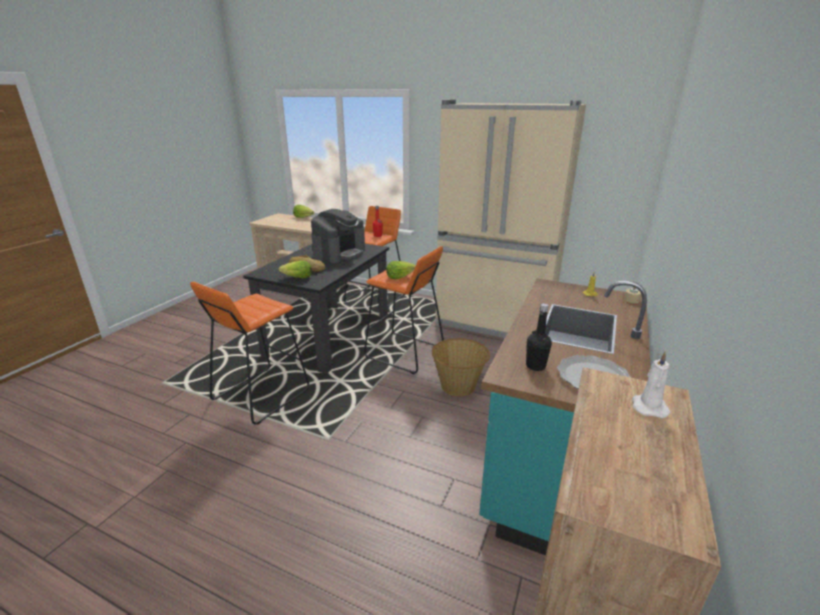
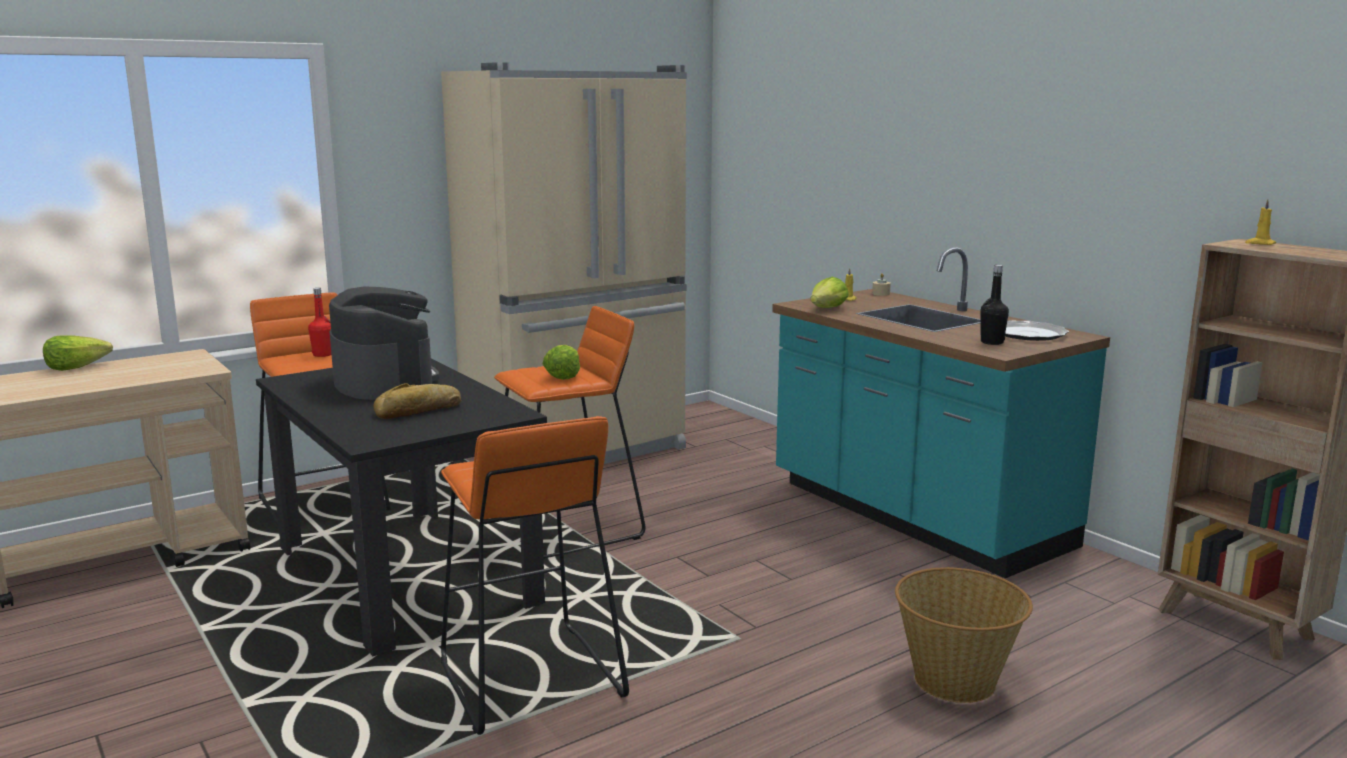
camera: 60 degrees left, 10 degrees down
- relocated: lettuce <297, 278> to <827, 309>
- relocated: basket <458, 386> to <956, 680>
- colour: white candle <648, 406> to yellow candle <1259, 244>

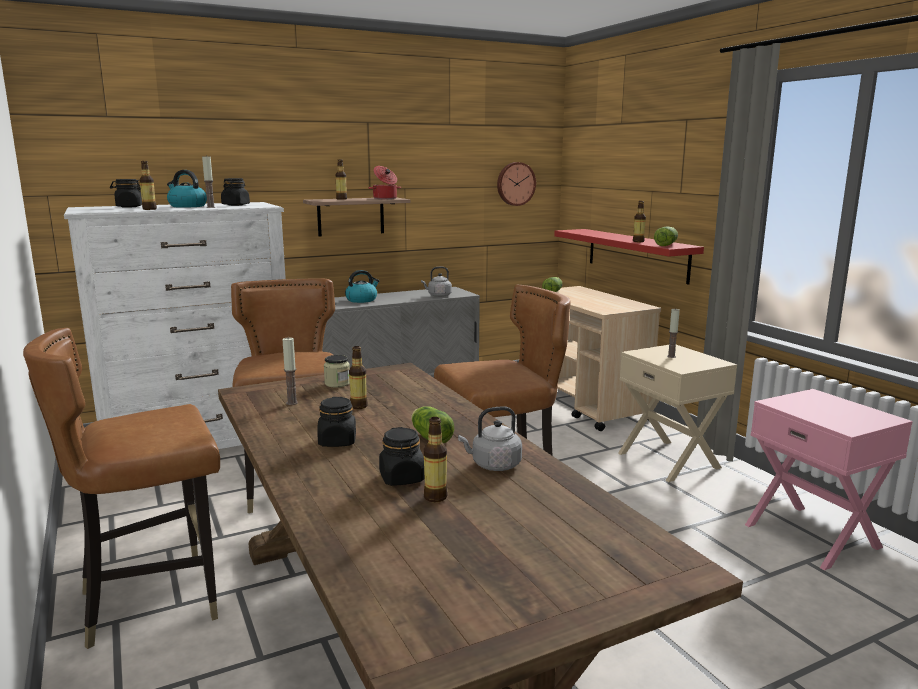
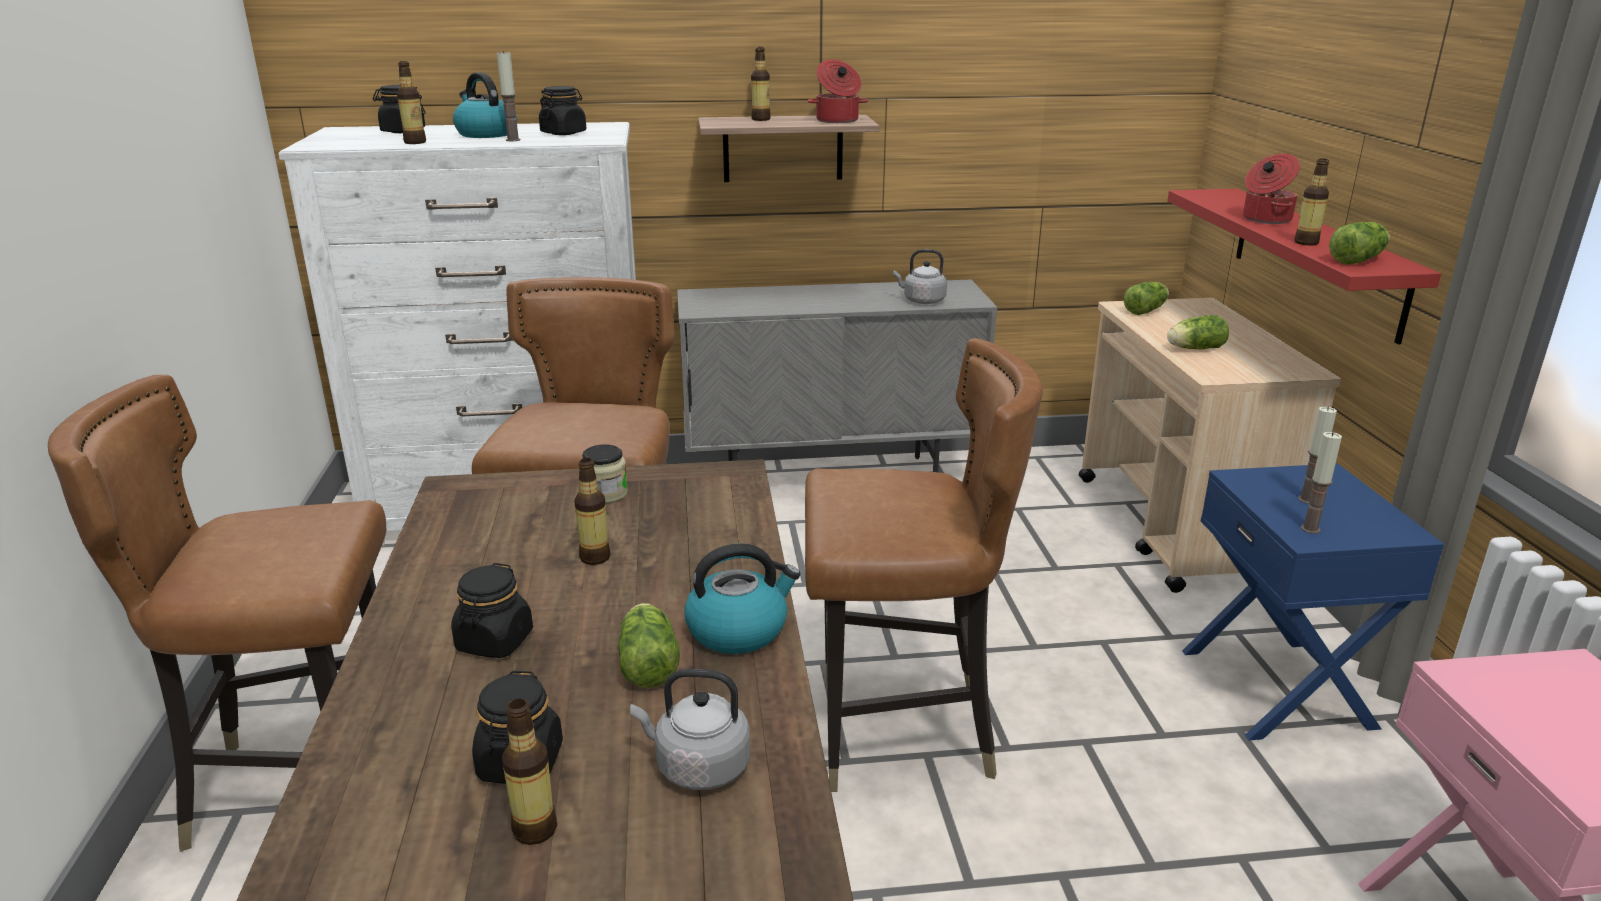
camera: 20 degrees right, 10 degrees up
- missing: wall clock <515, 184>
- relocated: kettle <362, 300> to <738, 629>
- relocated: candle <292, 403> to <1310, 529>
- colour: beige nightstand <669, 460> to blue nightstand <1279, 687>
- appeared: cooking pot <1265, 219>
- appeared: lettuce <1193, 349>

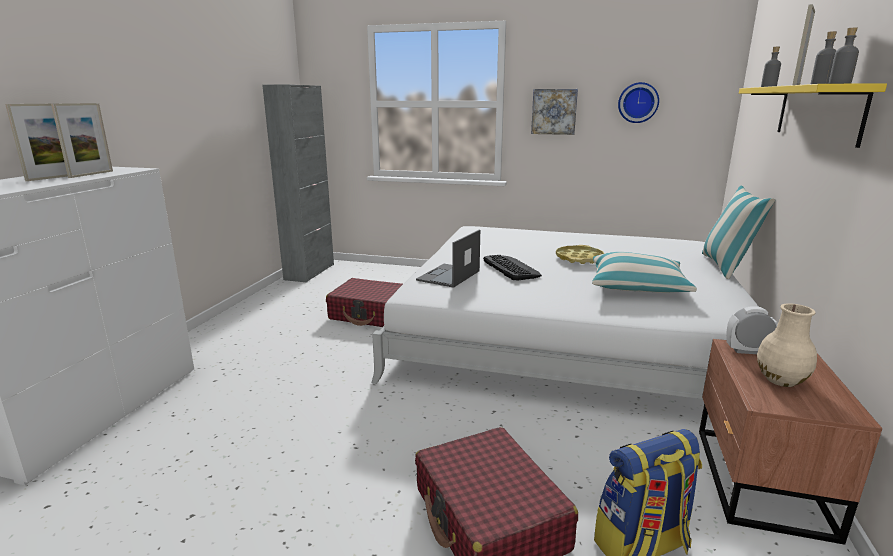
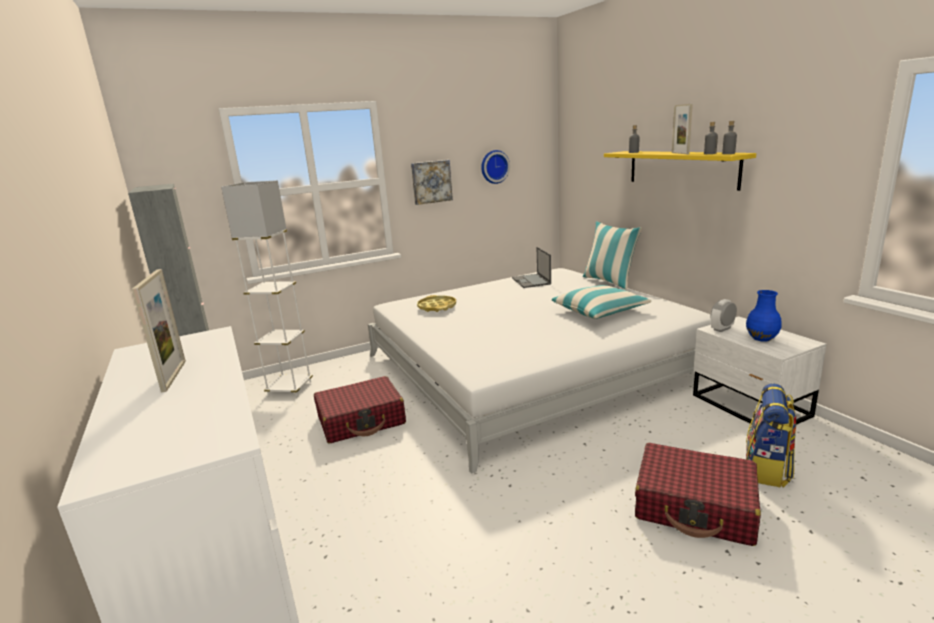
camera: 40 degrees left, 0 degrees up
- missing: picture frame <91, 174>
- relocated: laptop <448, 276> to <531, 281>
- relocated: yellow tray <579, 258> to <437, 307>
- missing: keyboard <511, 268>
- colour: beige vase <781, 380> to blue vase <762, 338>
- colour: brown nightstand <758, 481> to white nightstand <750, 407>
- appeared: white floor lamp <290, 388>

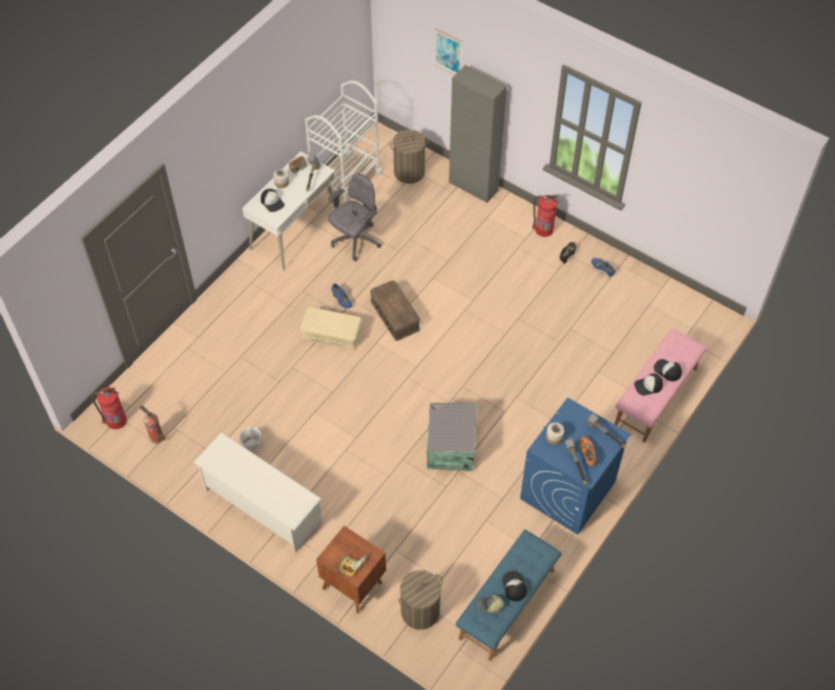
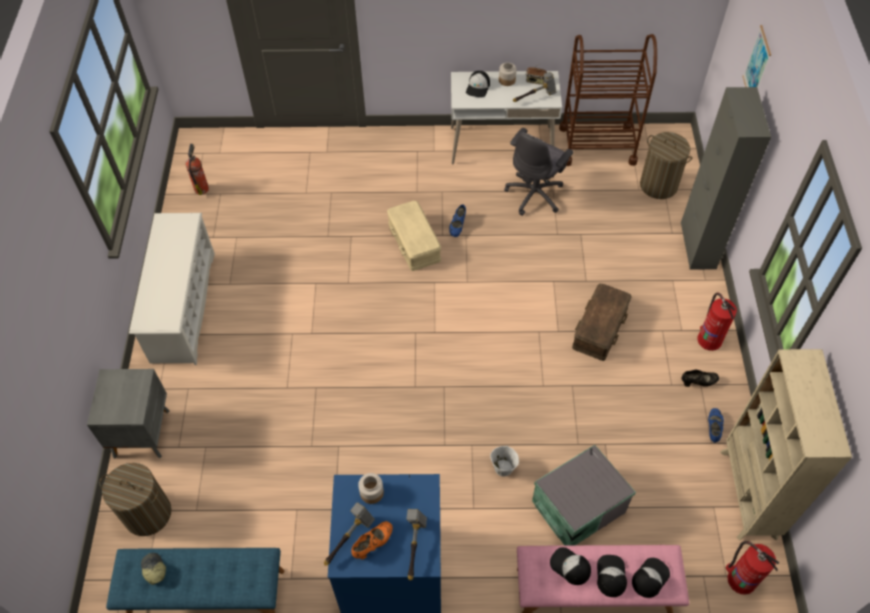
camera: 55 degrees right, 0 degrees up
- colour: white cart <345, 180> to brown cart <597, 145>
- spun: grey office chair <355, 241> = <535, 194> 120 degrees clockwise
- relocated: brown storage box <395, 315> to <600, 328>
- relocated: fire extinguisher <115, 420> to <741, 579>
- relocated: grey storage box <450, 446> to <576, 506>
- relocated: white bucket <251, 445> to <503, 467>
- colour: brown nightstand <352, 584> to grey nightstand <143, 432>
- missing: power drill <351, 562>
- relocated: cap <514, 586> to <650, 577>
- appeared: beige bookcase <748, 494>

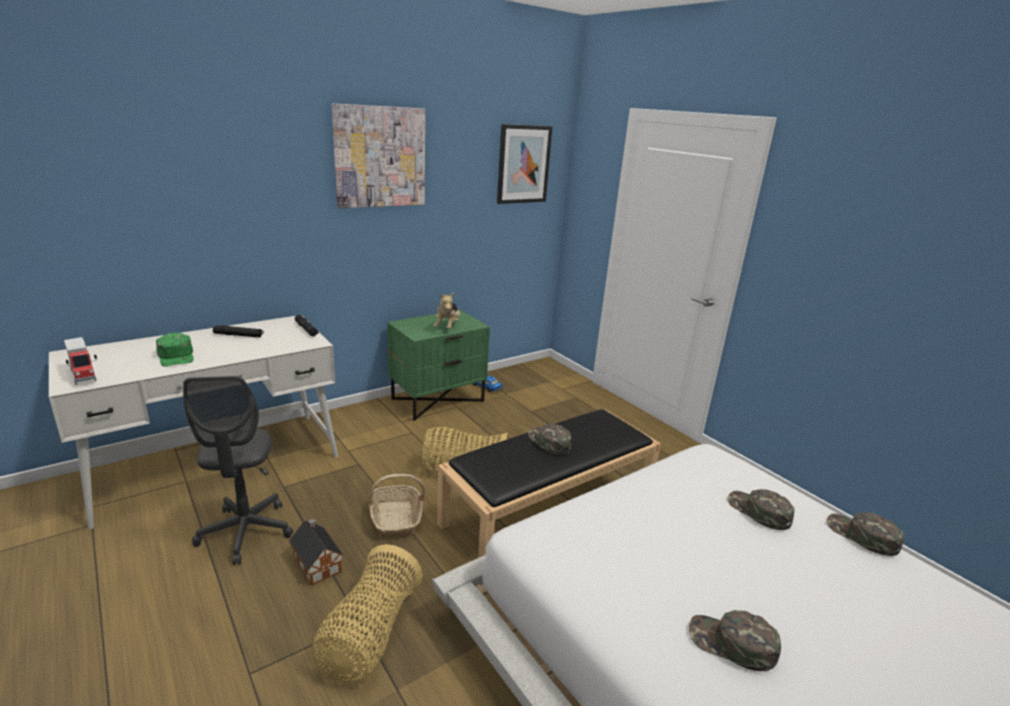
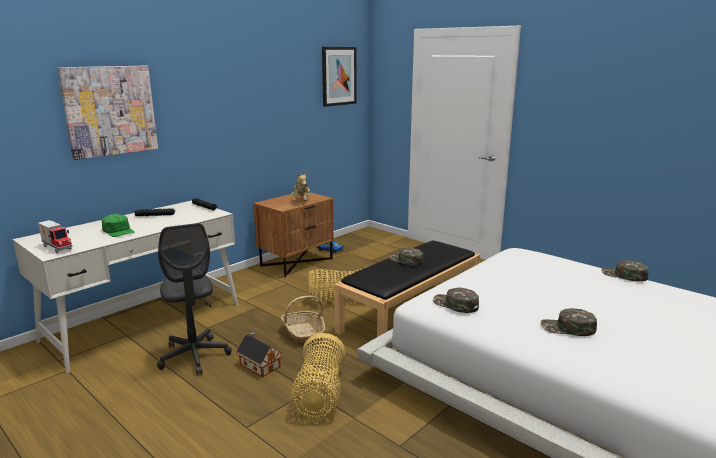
camera: 10 degrees left, 5 degrees down
- relocated: picture <380, 157> to <110, 111>
- colour: green nightstand <437, 399> to brown nightstand <296, 262>
- relocated: green cap <758, 511> to <455, 304>

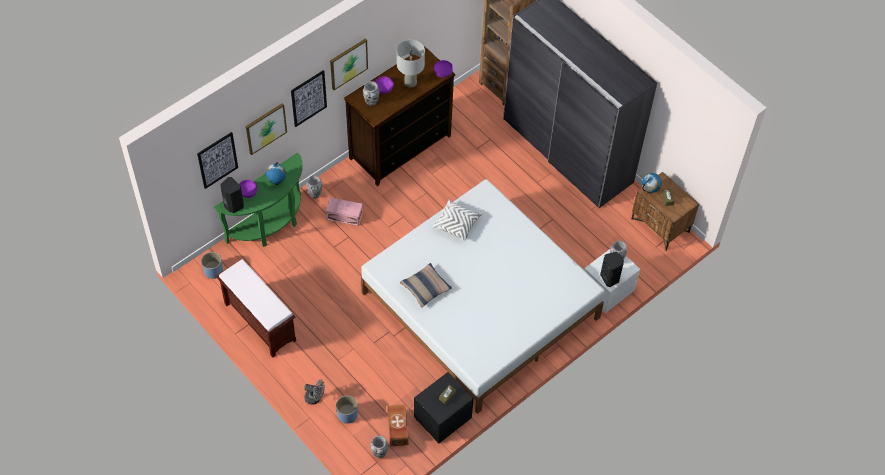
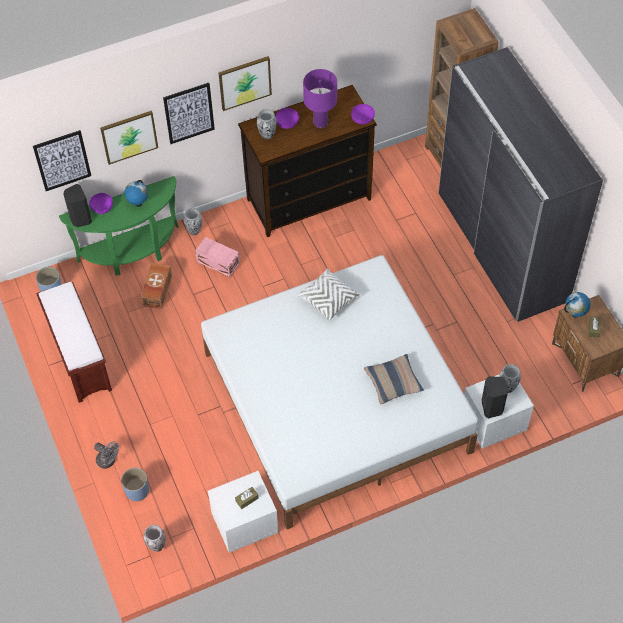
camera: 20 degrees right, 0 degrees up
- colour: grey table lamp <410, 83> to purple table lamp <320, 123>
- relocated: pillow <425, 288> to <393, 382>
- colour: black nightstand <442, 418> to white nightstand <244, 524>
- relocated: brown storage box <397, 429> to <157, 291>

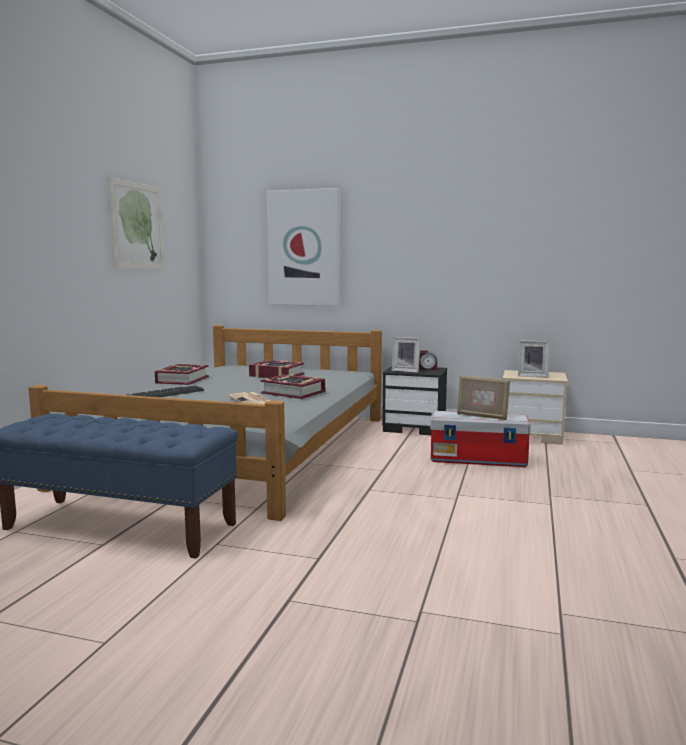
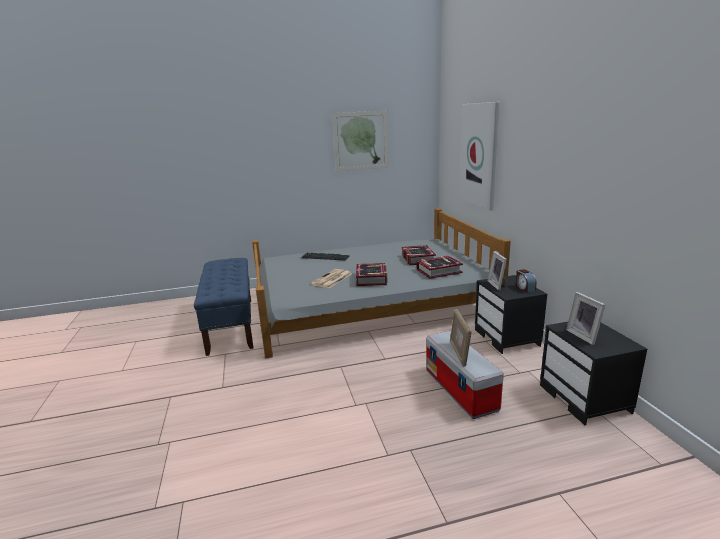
camera: 60 degrees right, 10 degrees up
- relocated: book <182, 380> to <439, 271>
- colour: beige nightstand <532, 435> to black nightstand <585, 399>

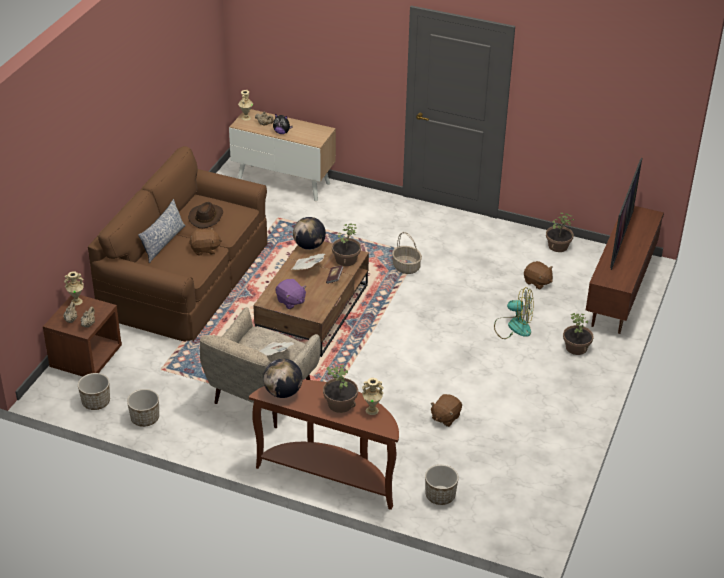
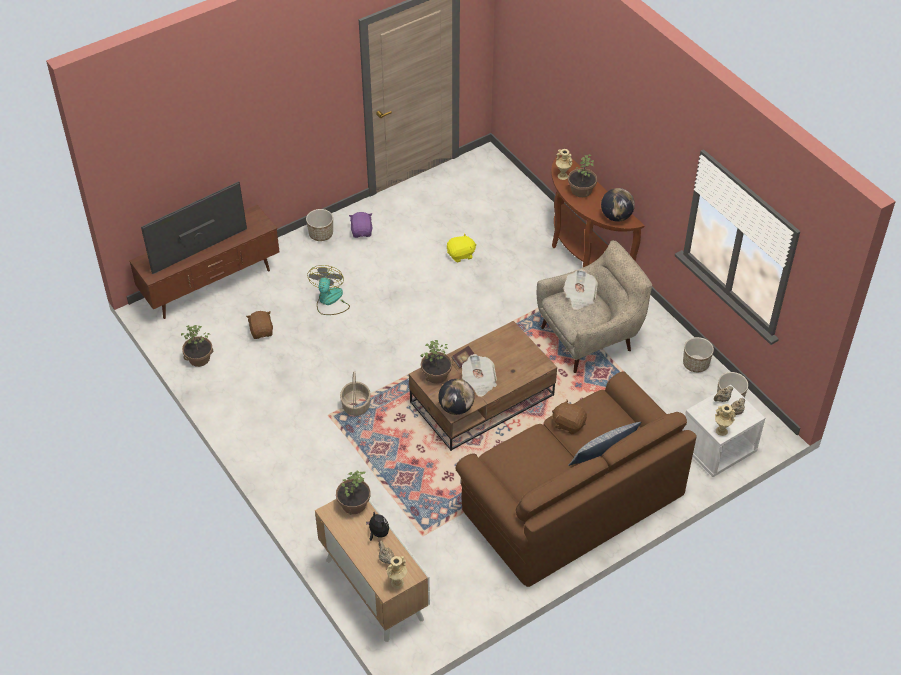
camera: 145 degrees left, 10 degrees up
- missing: brown hat <206, 217>
- relocated: purple plush toy <290, 301> to <362, 231>
- spun: fan <513, 326> = <329, 301> 45 degrees clockwise
- colour: brown nightstand <86, 358> to white nightstand <717, 449>
- relocated: potted plant <576, 348> to <353, 504>
- colour: brown plush toy <445, 417> to yellow plush toy <461, 255>
- relocated: planter <440, 496> to <321, 234>

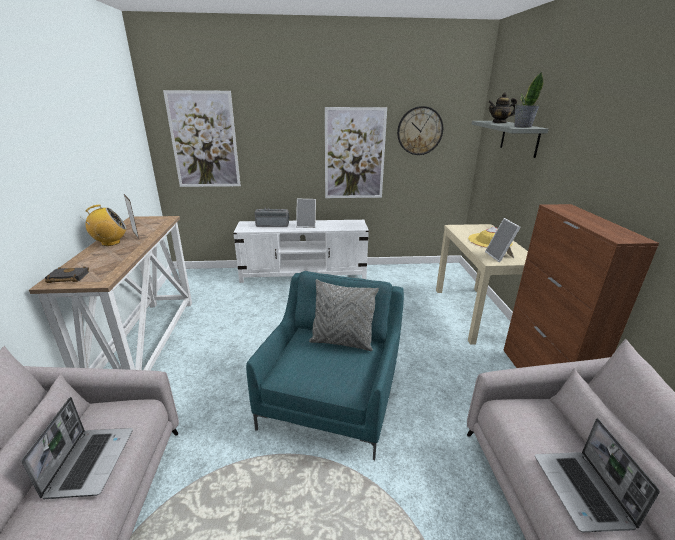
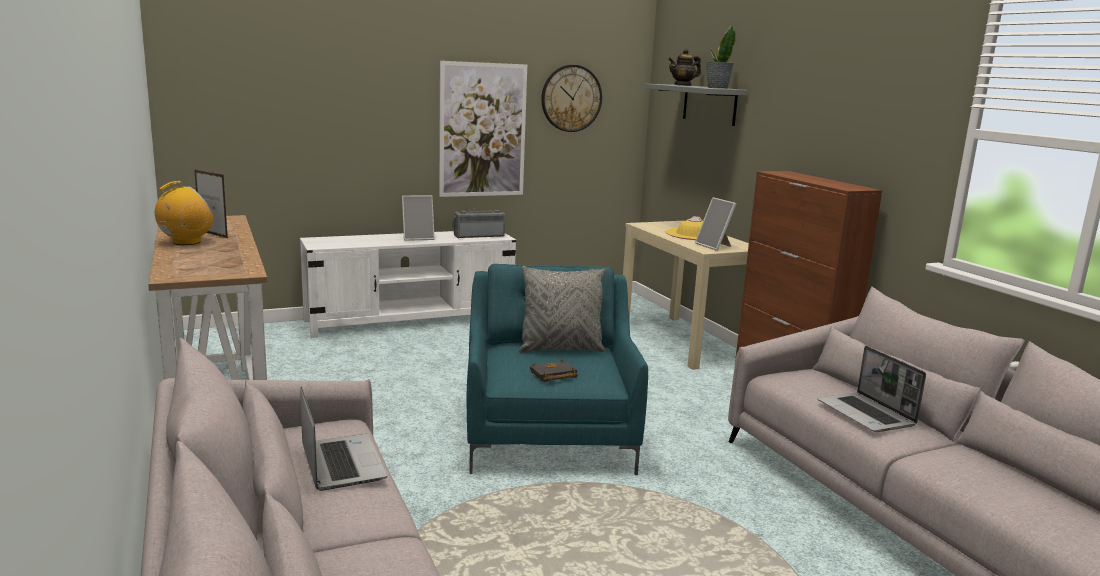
camera: 20 degrees left, 10 degrees down
- missing: picture <204, 140>
- relocated: radio <272, 225> to <478, 235>
- relocated: black book <67, 278> to <553, 376>

